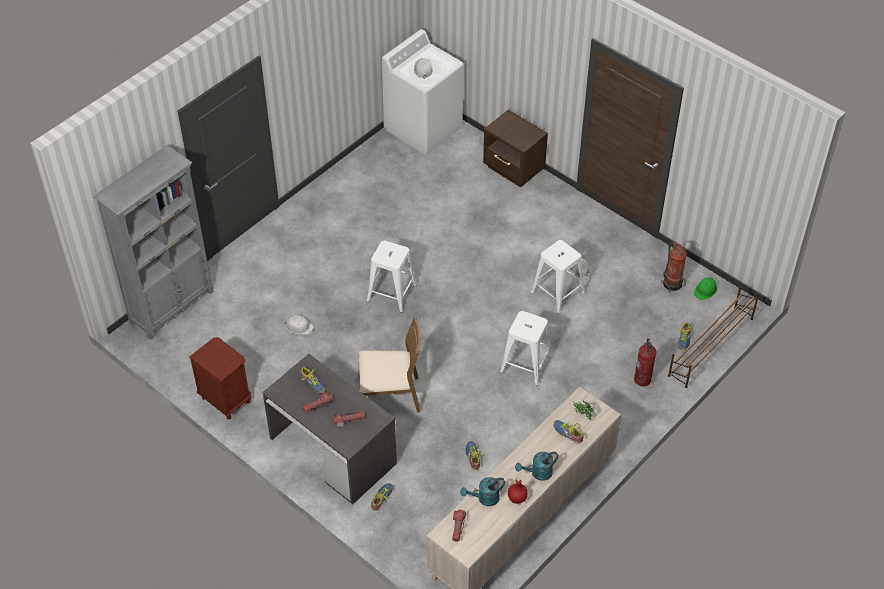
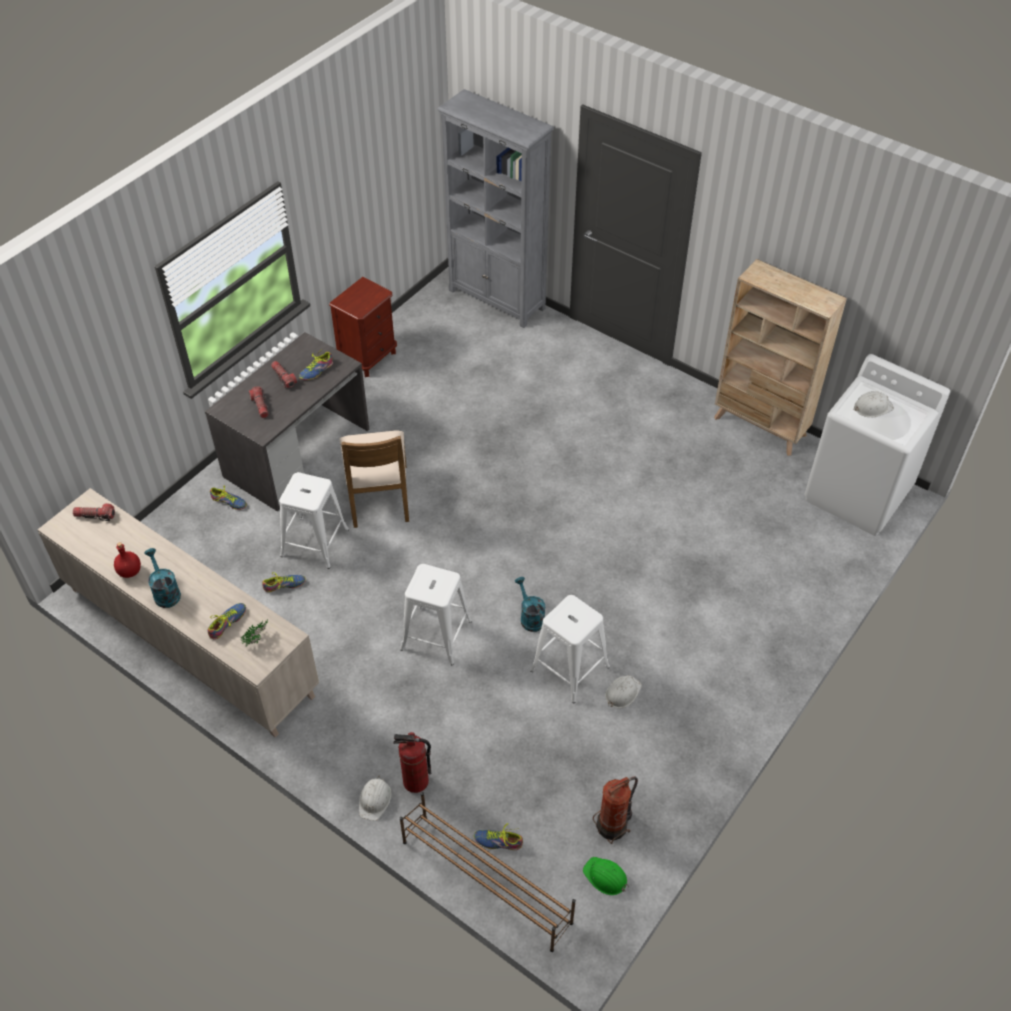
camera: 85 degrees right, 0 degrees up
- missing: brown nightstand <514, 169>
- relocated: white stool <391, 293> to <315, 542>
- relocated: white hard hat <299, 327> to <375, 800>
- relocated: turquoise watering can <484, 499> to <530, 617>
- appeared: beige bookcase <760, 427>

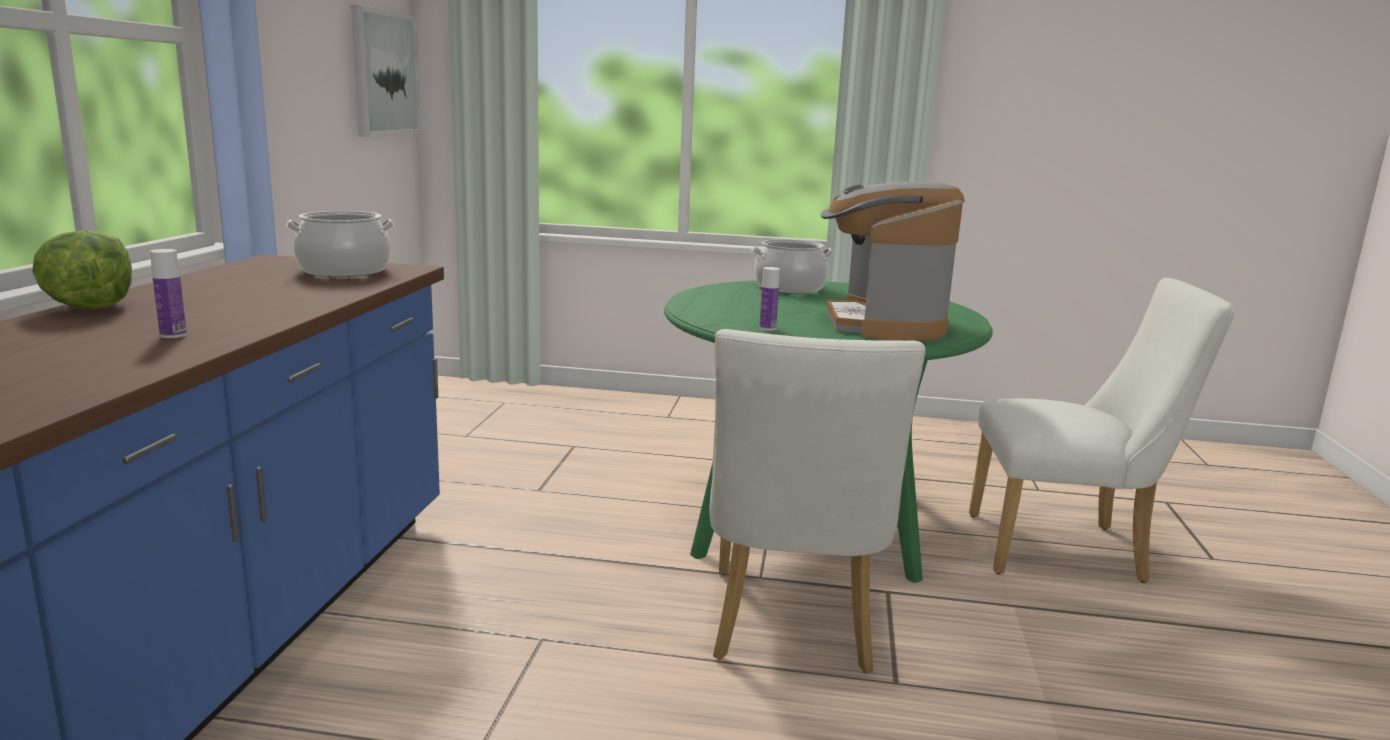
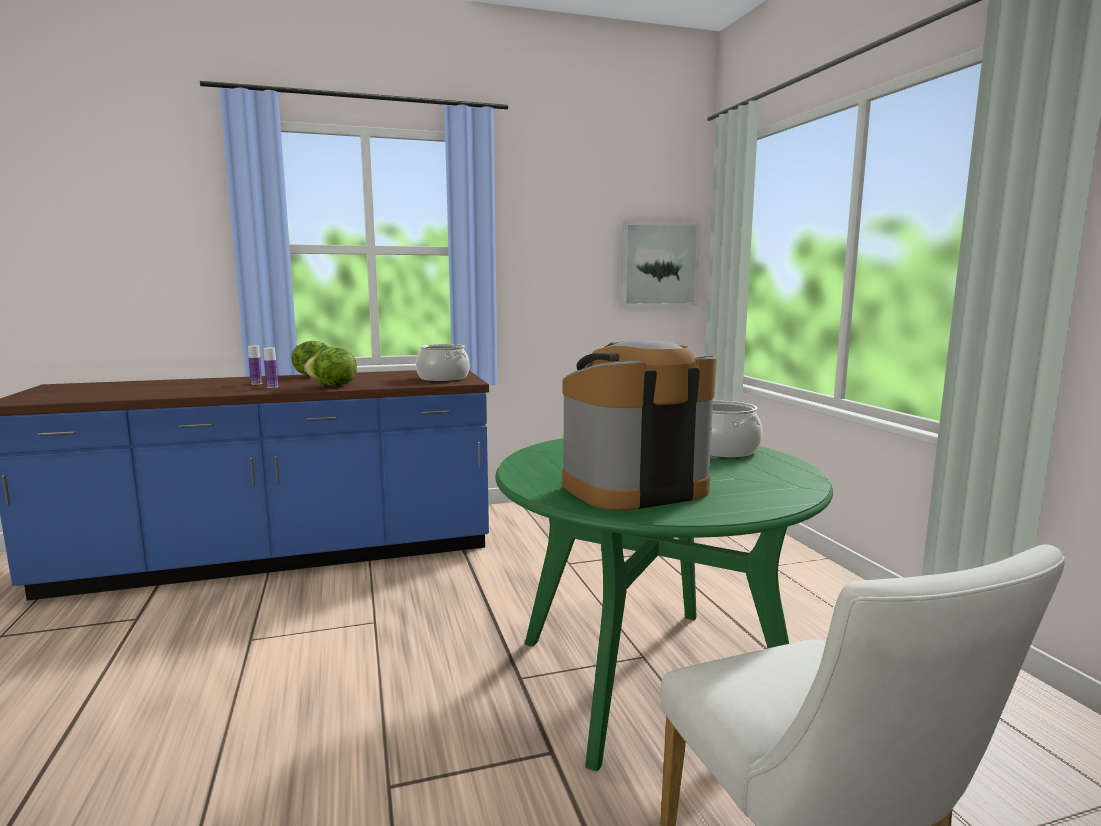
camera: 65 degrees right, 5 degrees down
- relocated: bottle <767, 328> to <256, 383>
- missing: white chair <791, 628>
- appeared: lettuce <333, 386>

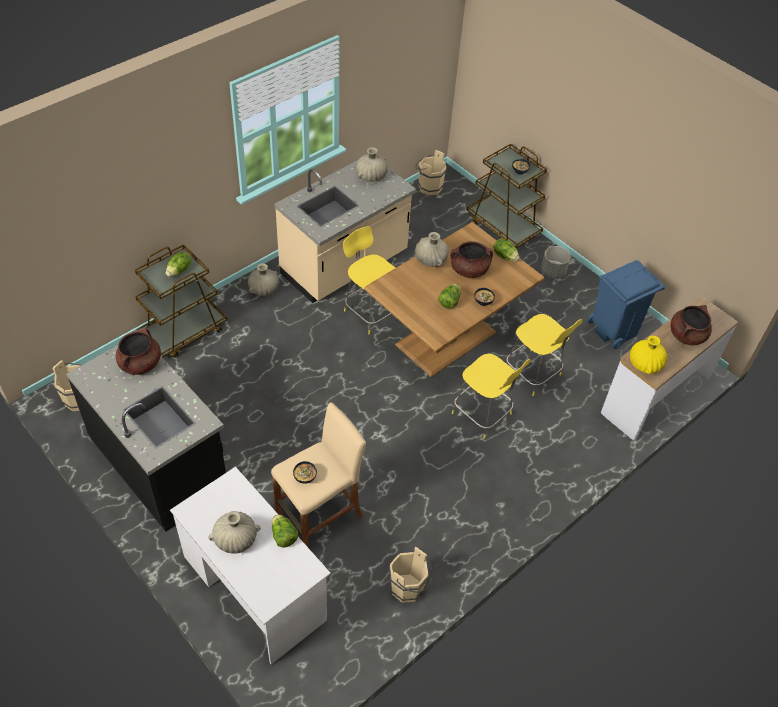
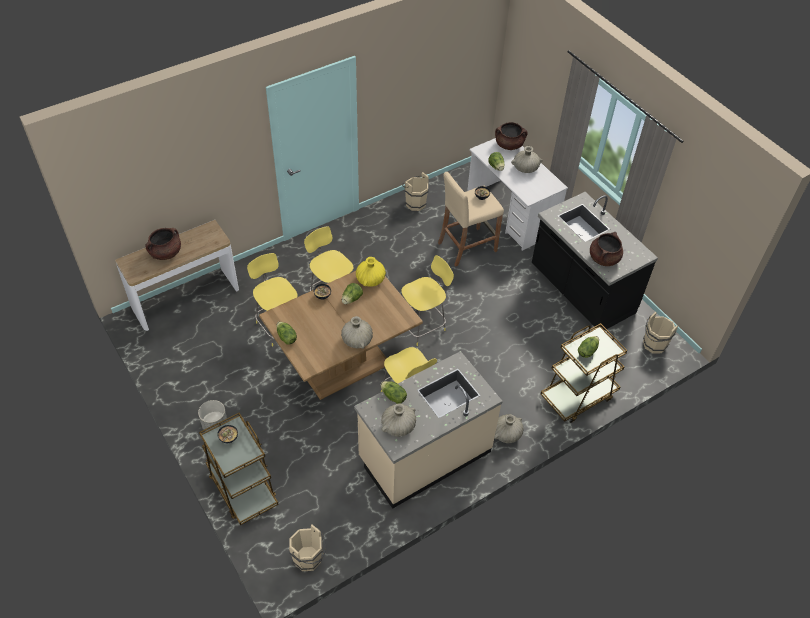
camera: 170 degrees left, 0 degrees up
- relocated: brown cooking pot <469, 270> to <509, 145>
- missing: blue trash can <614, 329>
- relocated: yellow vase <644, 364> to <370, 280>
- appeared: yellow chair <422, 325>
- appeared: lettuce <393, 397>

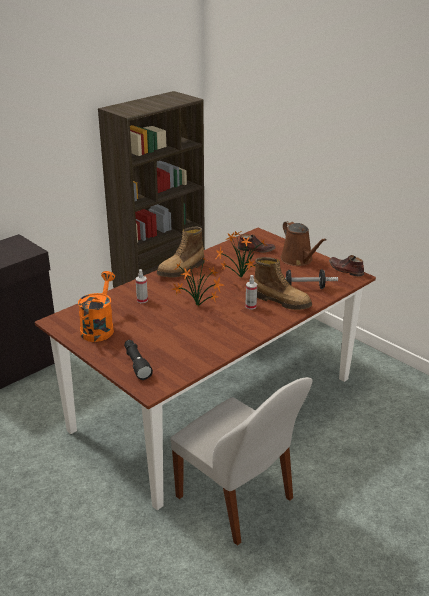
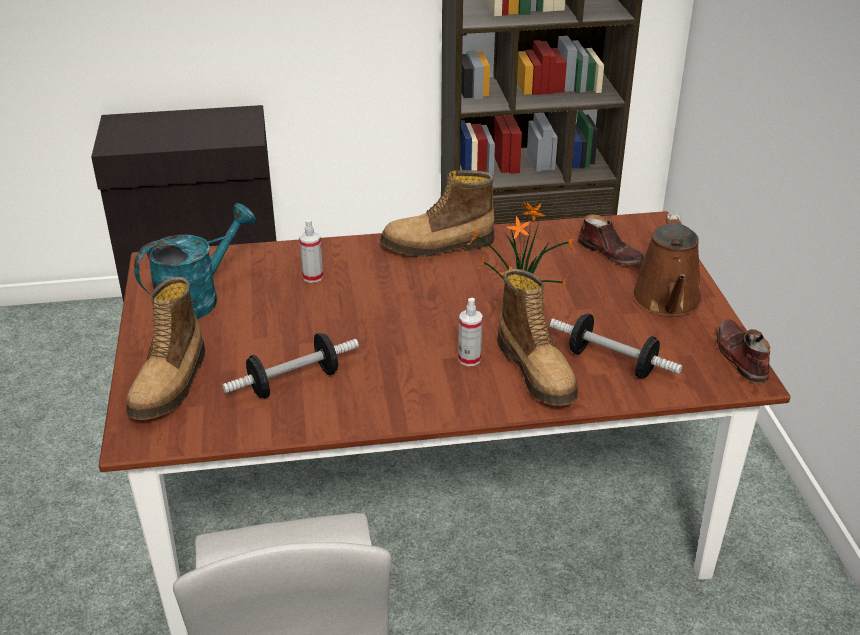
camera: 35 degrees right, 5 degrees up
- missing: potted plant <198, 307>
- colour: orange watering can <99, 328> to turquoise watering can <197, 298>
- exchanged: black flashlight <136, 364> to boot <171, 384>
- appeared: dumbbell <294, 382>

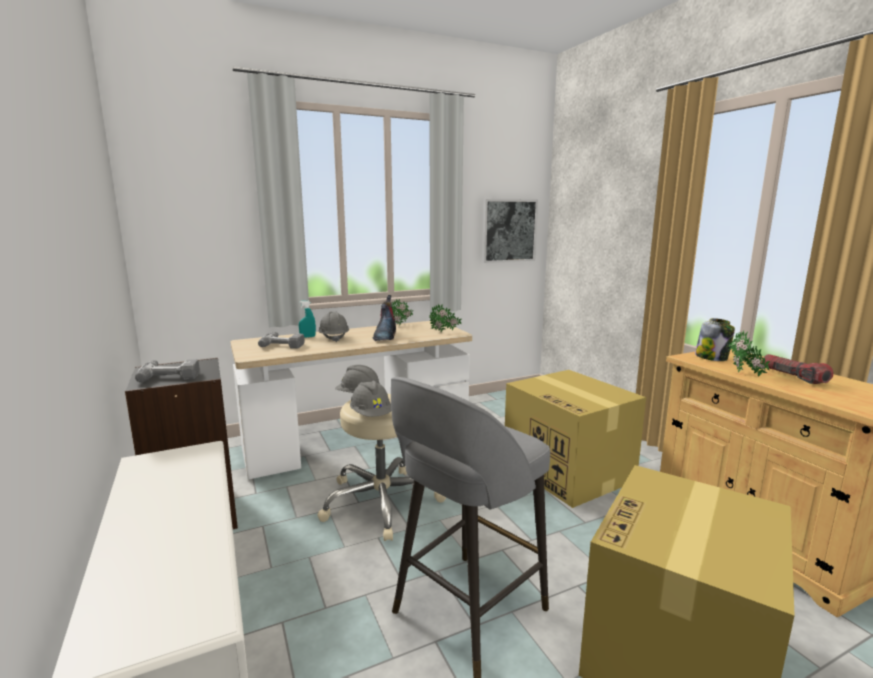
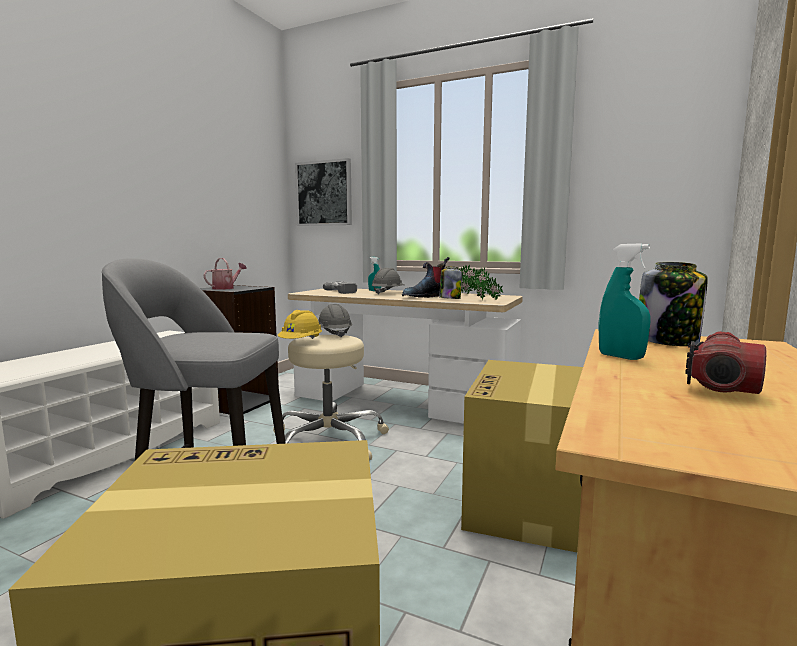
camera: 50 degrees right, 5 degrees down
- relocated: picture <508, 230> to <324, 193>
- exchanged: potted plant <745, 374> to turquoise spray bottle <620, 357>
- exchanged: power drill <171, 374> to watering can <226, 288>
- colour: grey hard hat <371, 415> to yellow hard hat <301, 343>
- appeared: jar <449, 298>

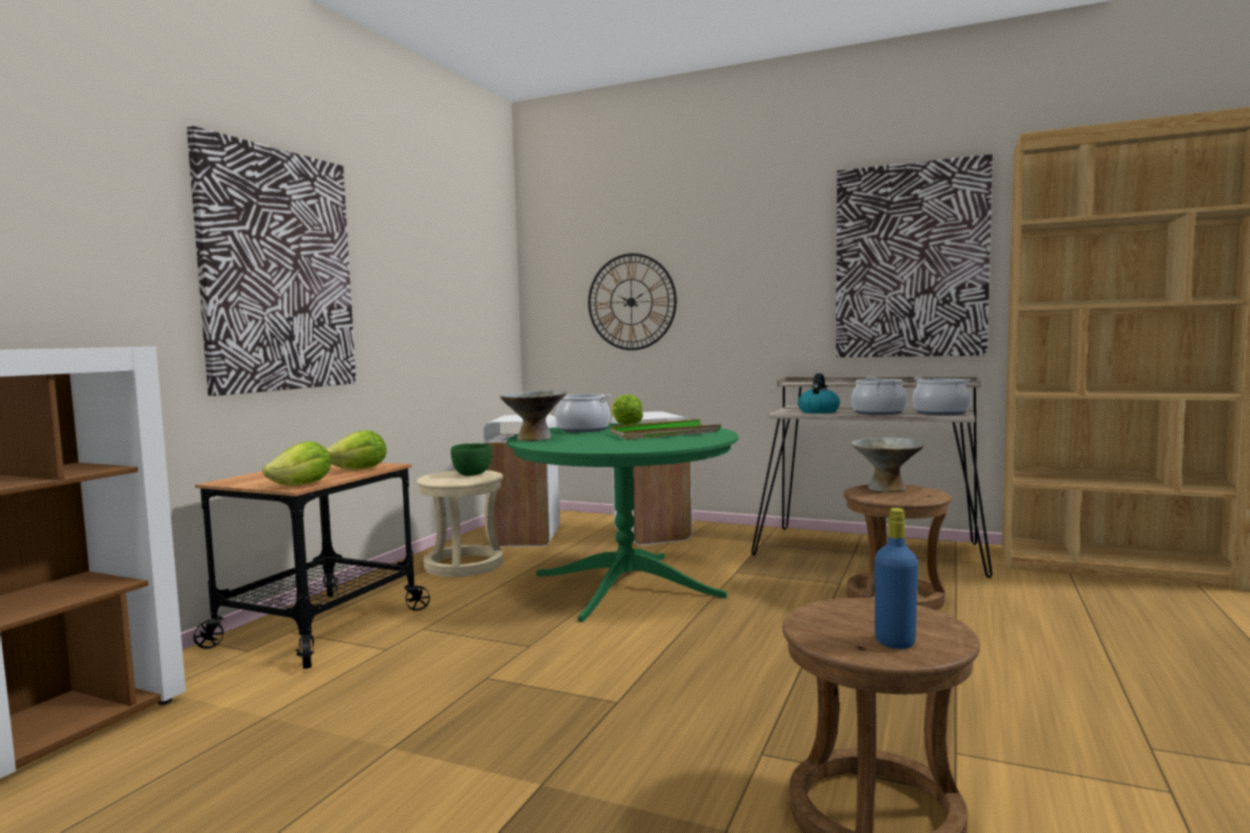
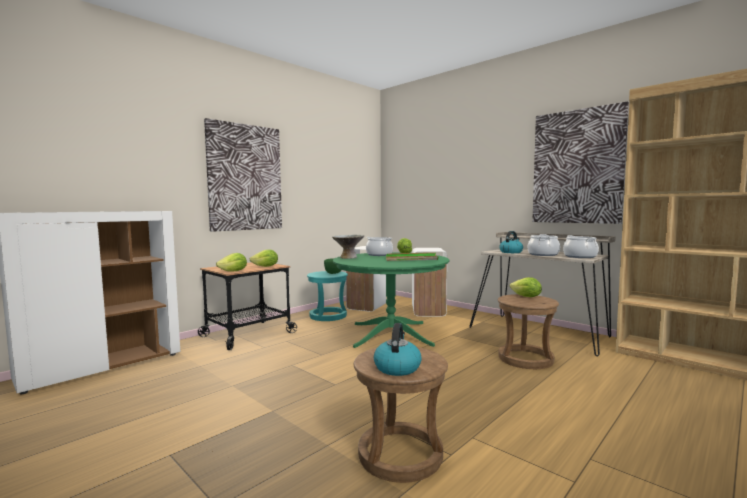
camera: 20 degrees right, 0 degrees up
- missing: wall clock <631, 302>
- exchanged: grey bowl <887, 488> to lettuce <526, 297>
- colour: beige stool <463, 565> to turquoise stool <328, 316>
- exchanged: blue bottle <894, 642> to kettle <397, 367>

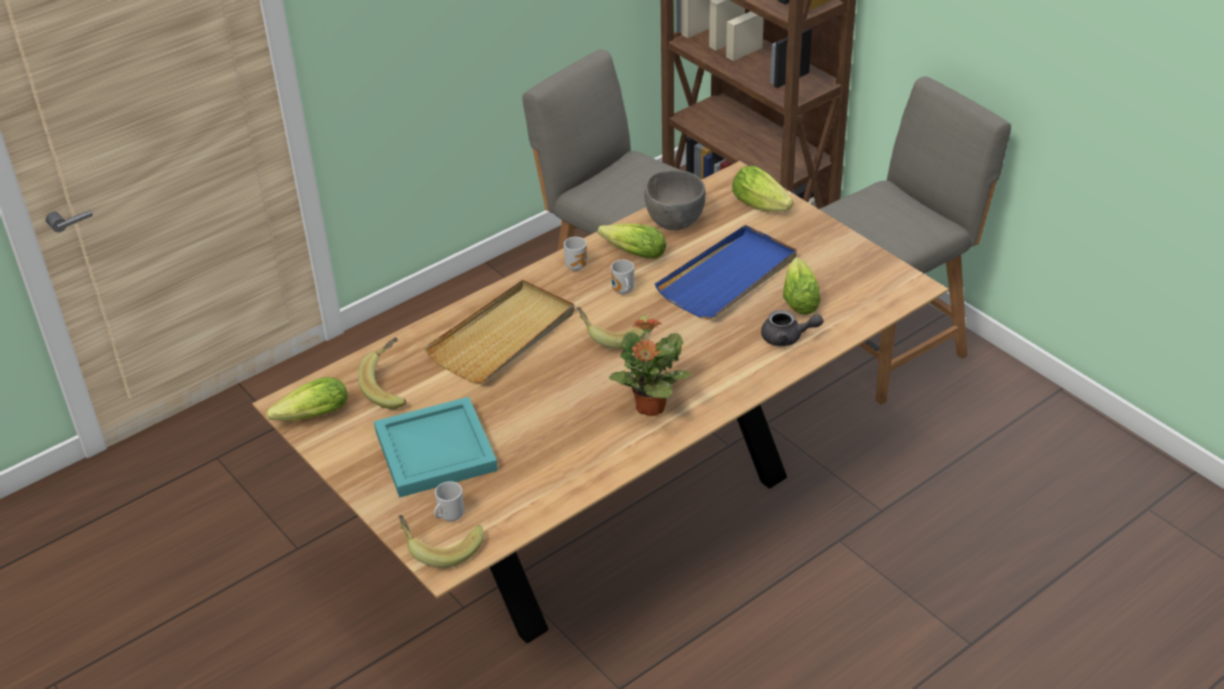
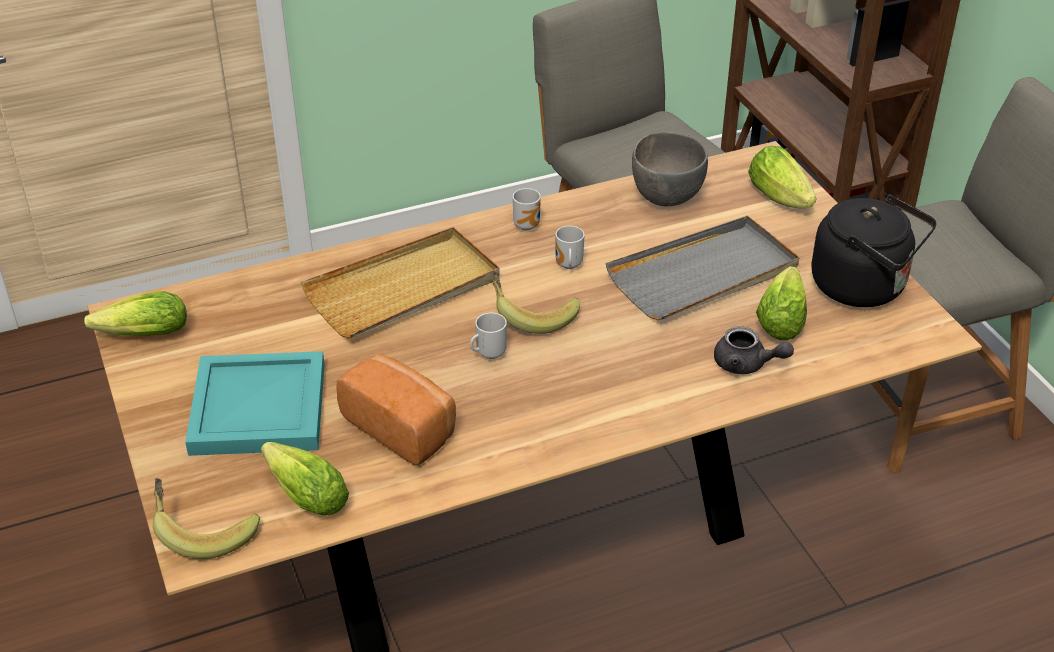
camera: 15 degrees right, 0 degrees up
- relocated: lettuce <631, 252> to <303, 493>
- colour: blue tray <728, 277> to grey tray <704, 274>
- missing: potted plant <650, 407>
- missing: banana <391, 386>
- relocated: mug <449, 516> to <488, 353>
- appeared: black kettle <864, 287>
- appeared: bread <402, 426>

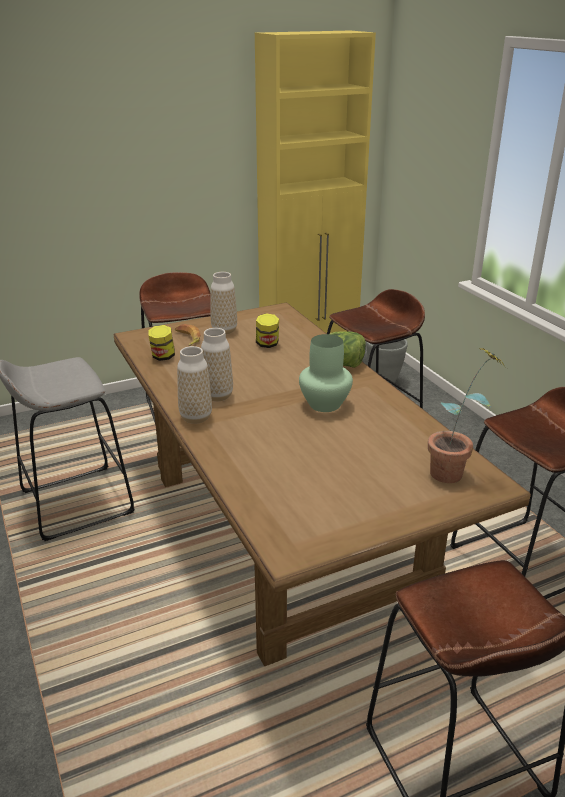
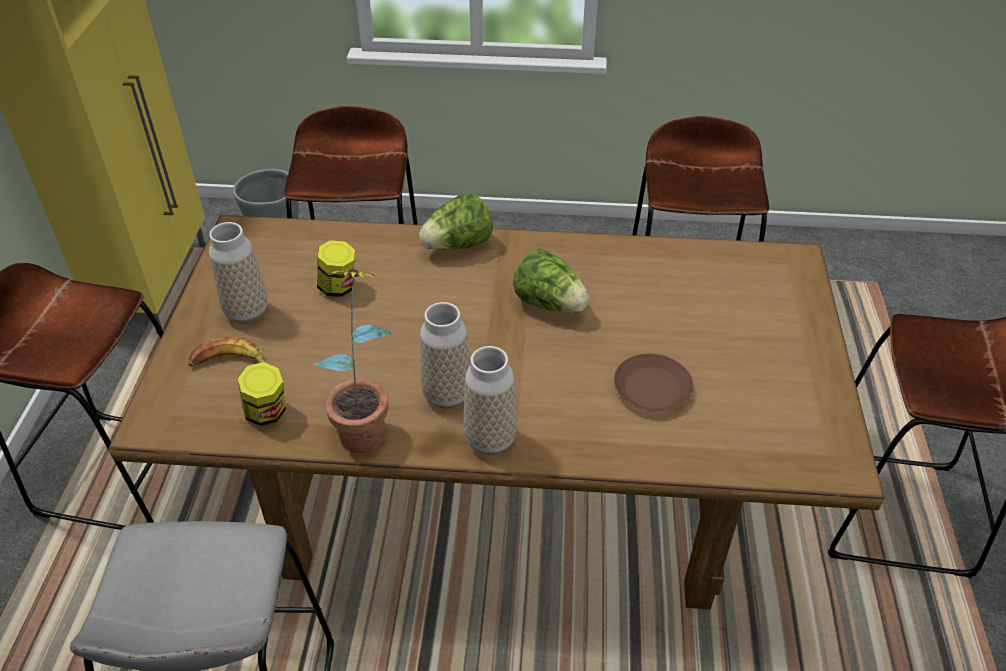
camera: 60 degrees left, 15 degrees up
- exchanged: green vase <325, 404> to lettuce <549, 304>
- relocated: potted plant <455, 471> to <366, 424>
- appeared: brown plate <652, 389>

